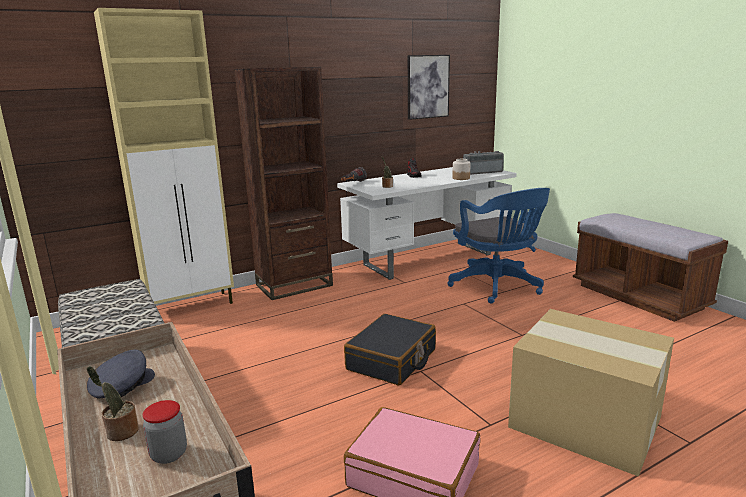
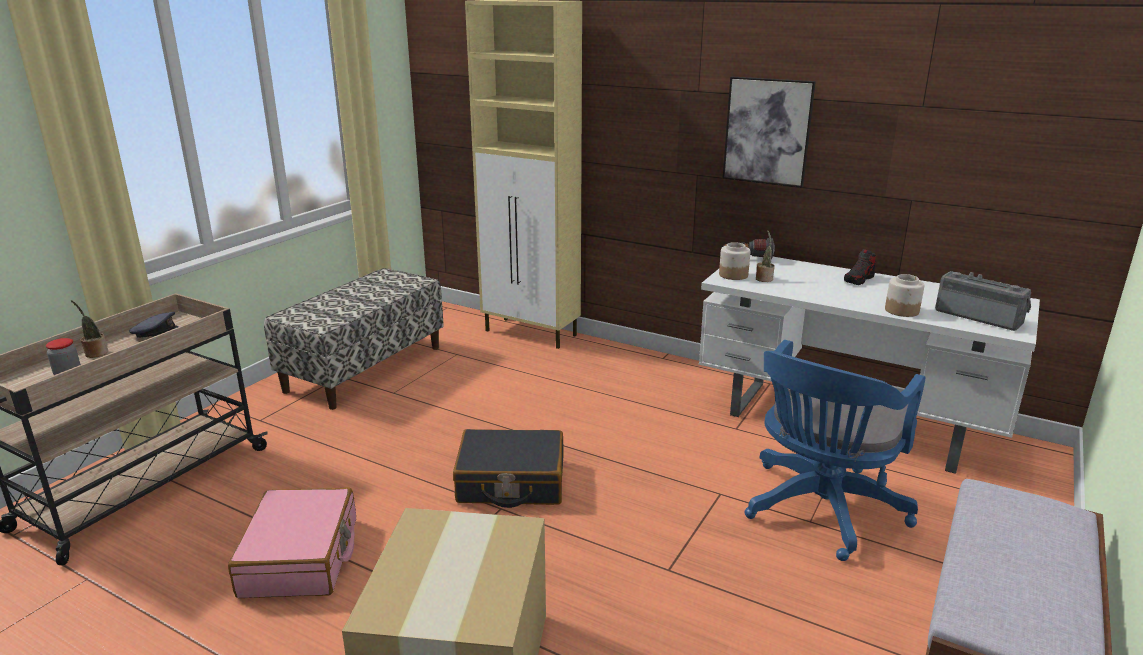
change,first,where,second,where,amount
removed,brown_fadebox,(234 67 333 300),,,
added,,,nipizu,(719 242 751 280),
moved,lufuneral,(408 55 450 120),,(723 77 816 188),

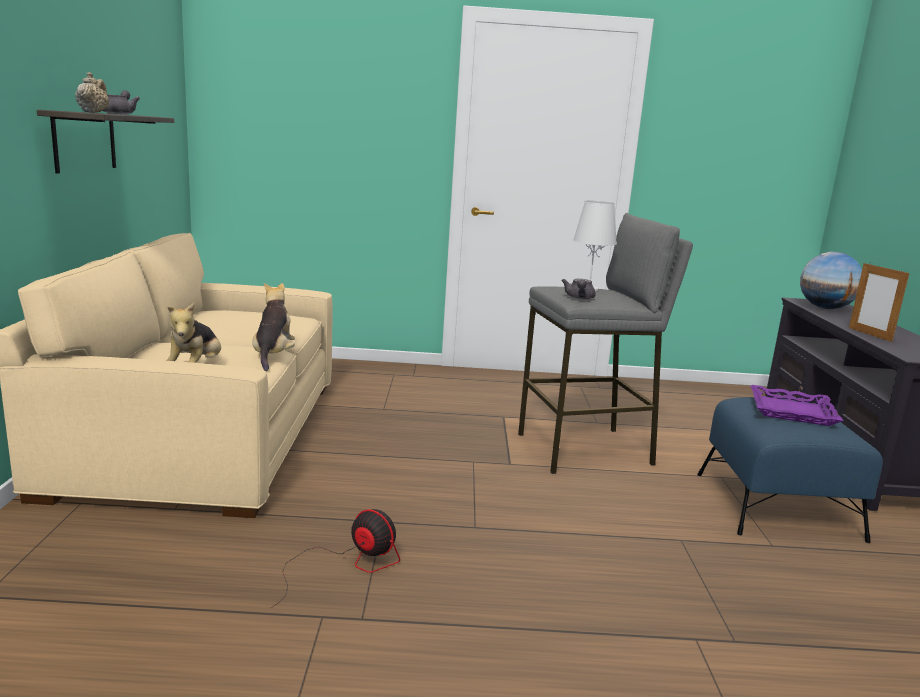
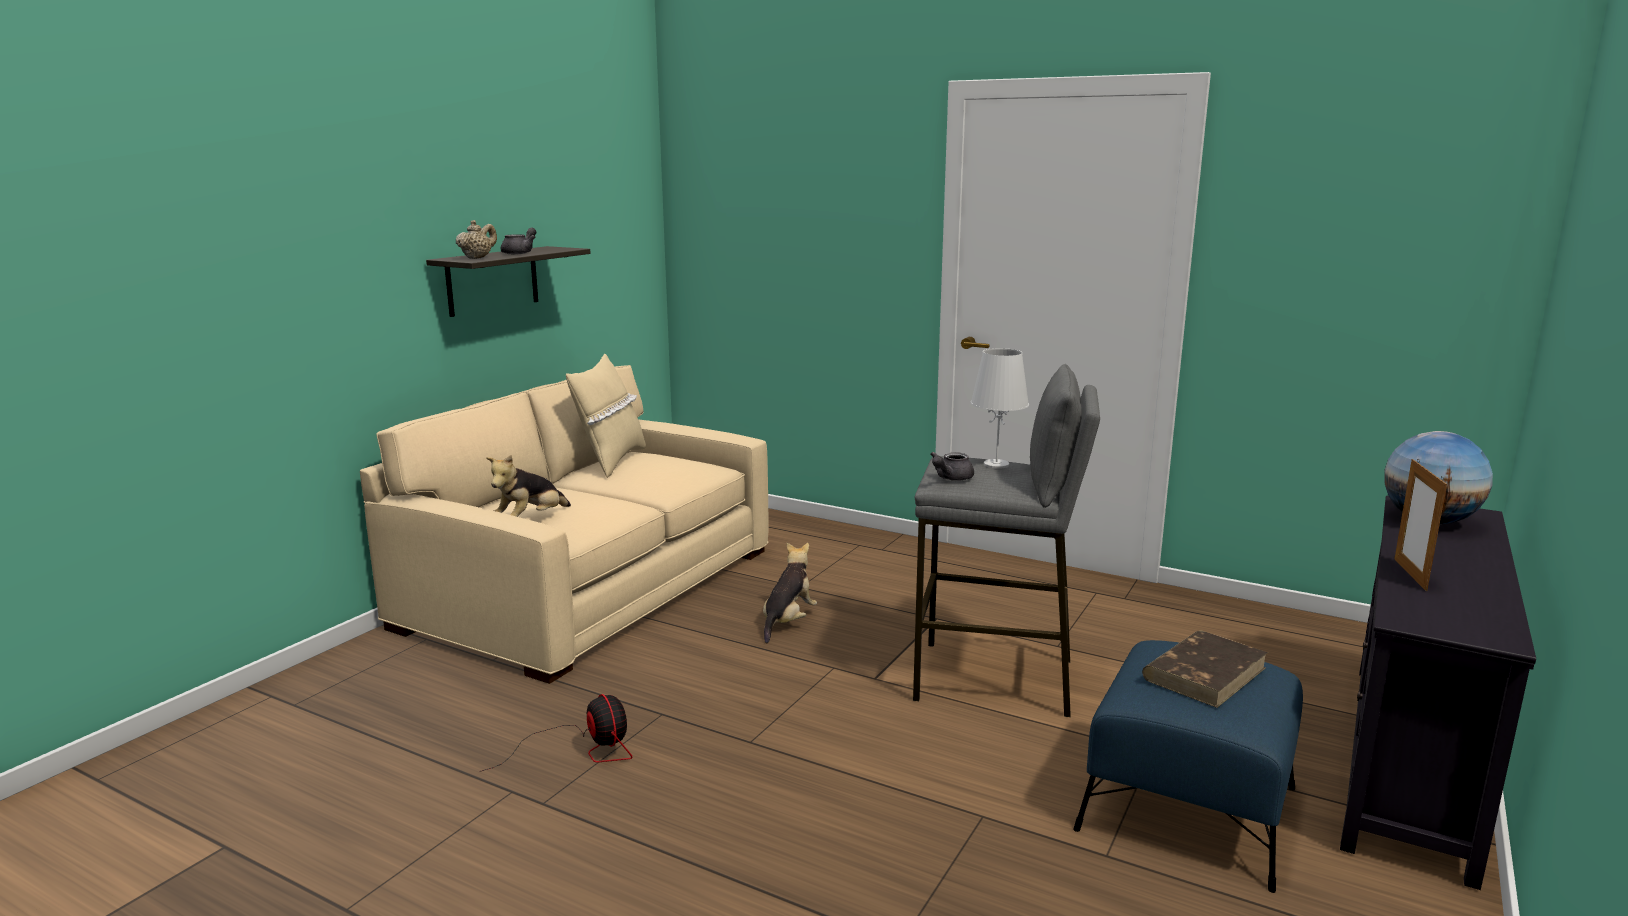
change,first,where,second,where,amount
added,,,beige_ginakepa,(566 354 646 478),
moved,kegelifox,(252 283 295 371),,(763 543 817 643),
replaced,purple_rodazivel,(750 385 843 426),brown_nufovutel,(1142 630 1268 708),

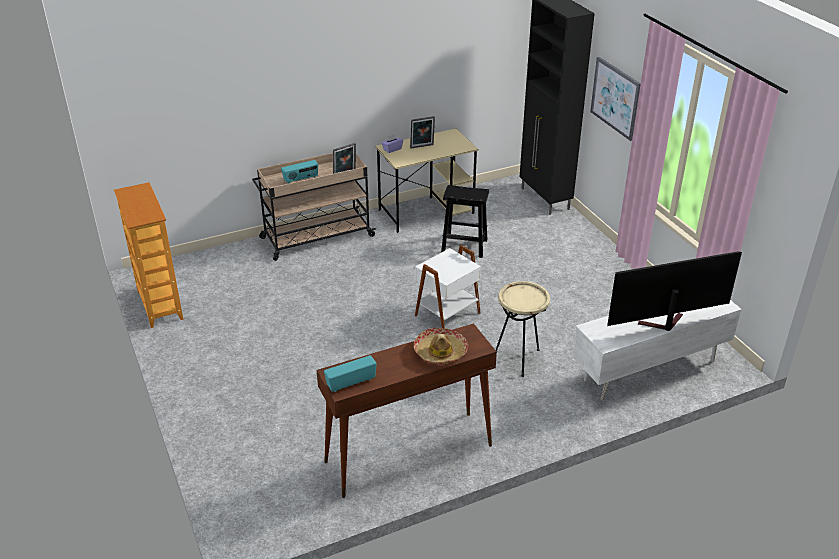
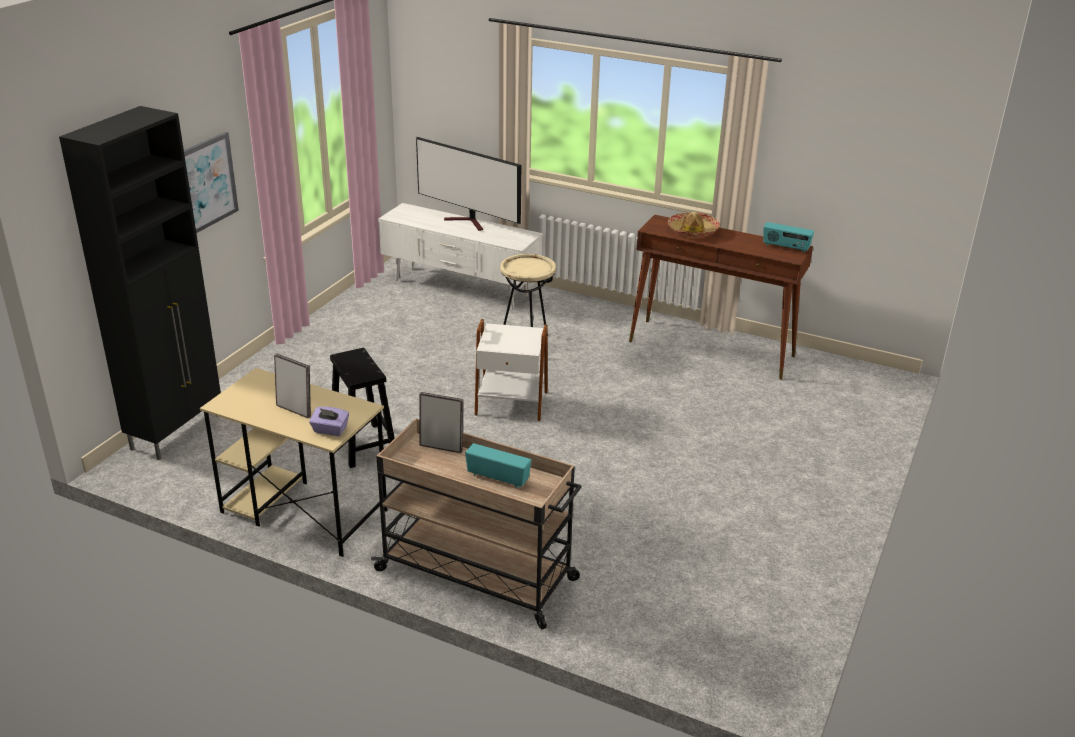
change,first,where,second,where,amount
removed,fadebox,(114 182 183 328),,,

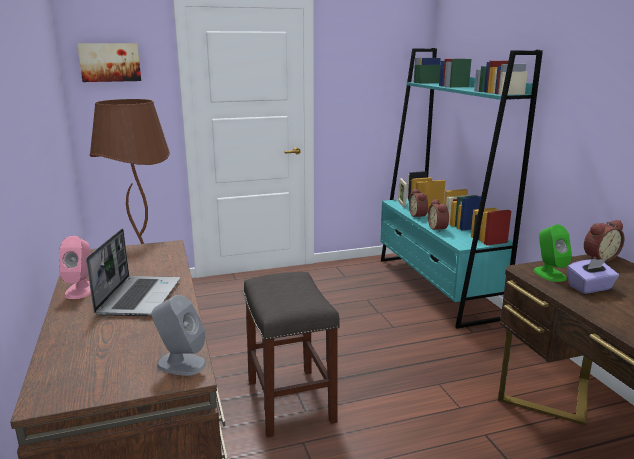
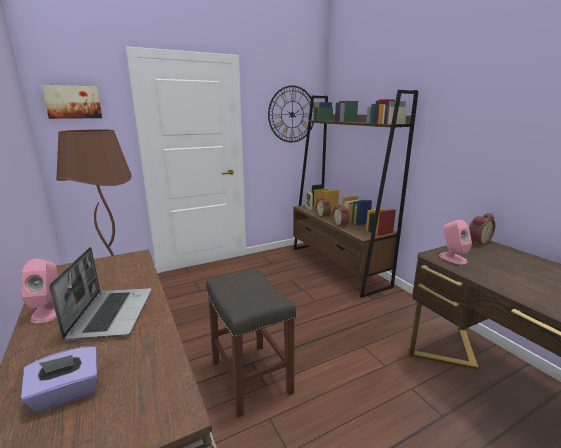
change,first,where,second,where,amount
removed,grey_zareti,(152 295 206 376),,,
added,,,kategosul,(268 85 314 143),
moved,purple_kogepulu,(567 259 619 294),,(21 346 98 413),
recoloured,turquoise_fadebox,(380 48 543 329),brown_fadebox,(293 90 419 298),
recoloured,green_zareti,(533 225 572 282),pink_zareti,(439 219 472 264),

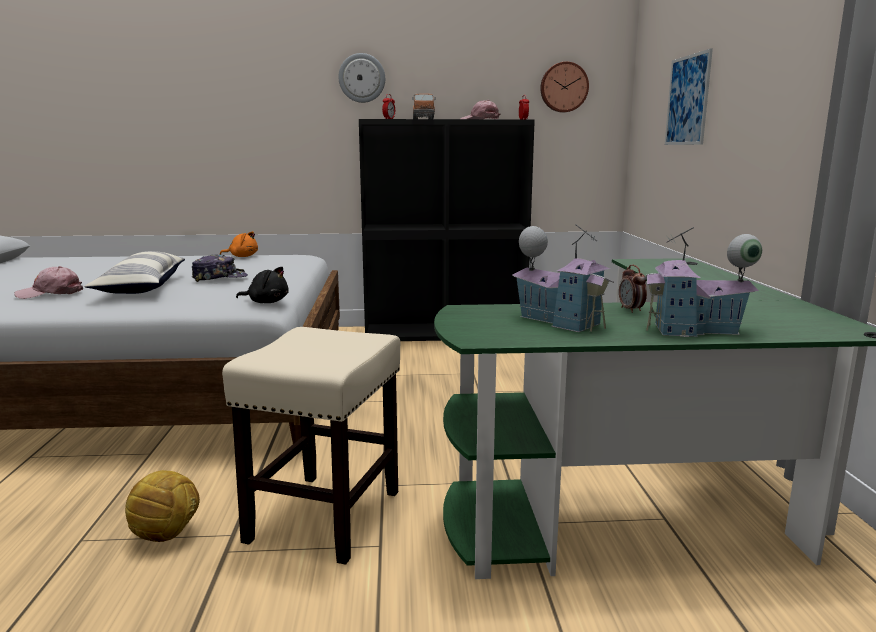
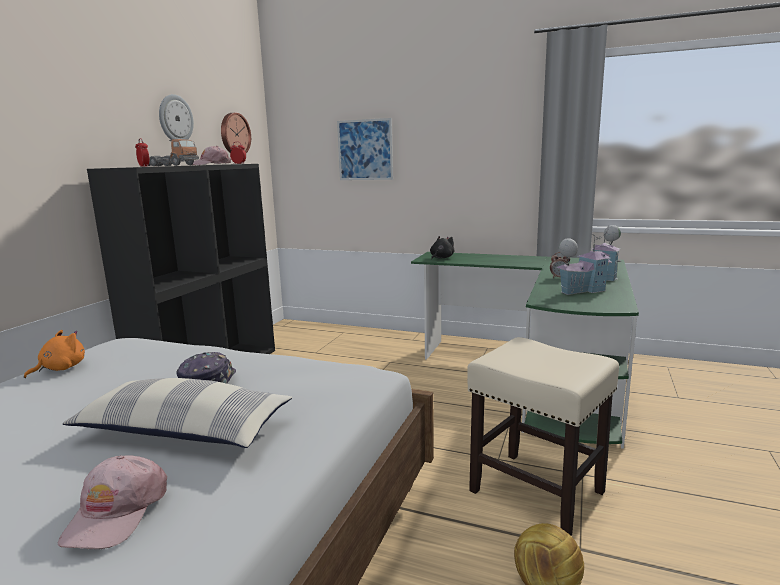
change,first,where,second,where,amount
moved,black_kegelifox,(236 267 289 303),,(430 236 455 259),
moved,kategosul,(338 53 385 103),,(159 94 194 140),

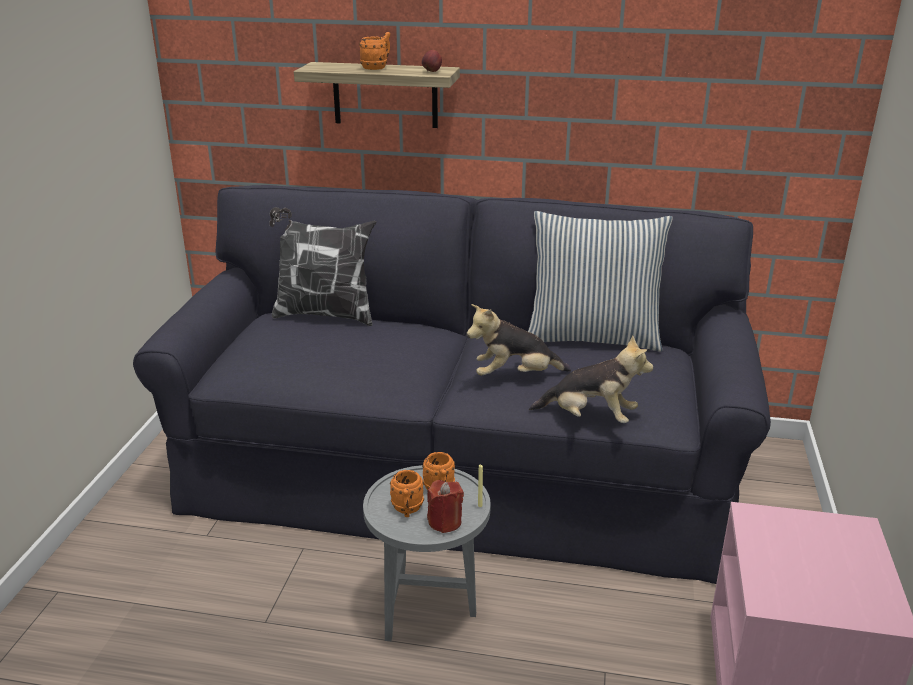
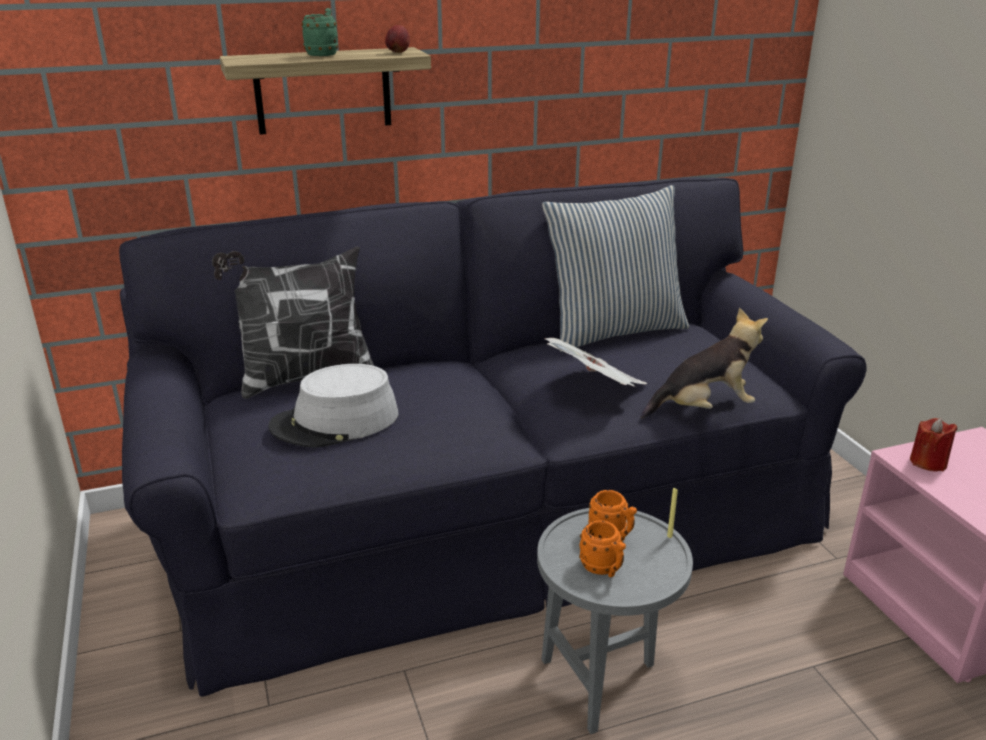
change,first,where,second,where,amount
added,,,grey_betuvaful,(268 364 398 448),
moved,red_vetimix,(427 480 464 533),,(910 418 957 471),
replaced,kegelifox,(467 304 571 376),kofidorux,(545 338 647 387),
recoloured,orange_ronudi,(359 32 390 70),green_ronudi,(302 8 338 56),

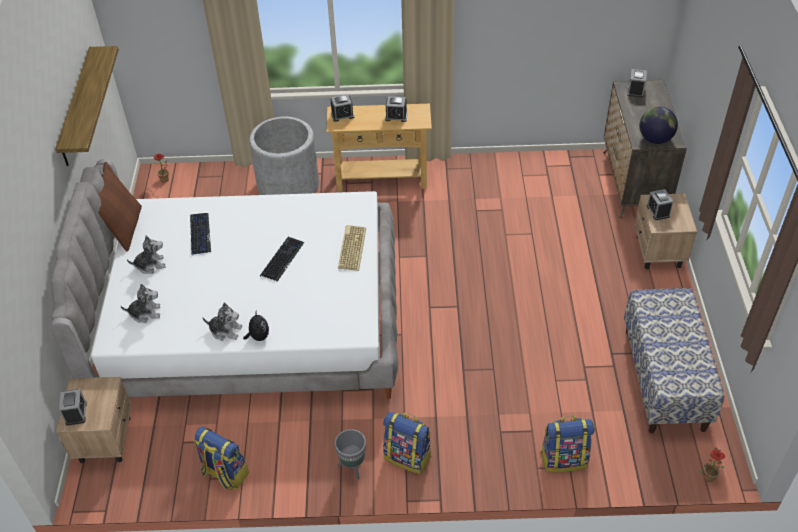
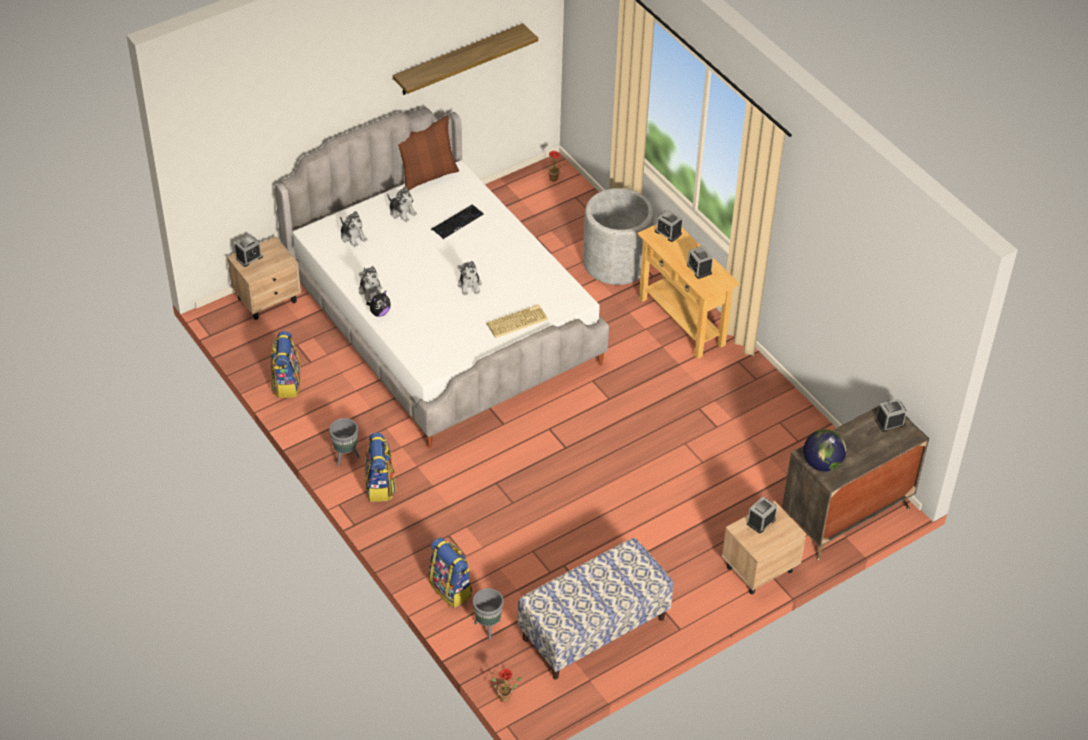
change,first,where,second,where,amount
added,,,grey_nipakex,(473 588 504 640),
replaced,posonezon,(260 237 304 282),kegelifox,(458 261 482 295),

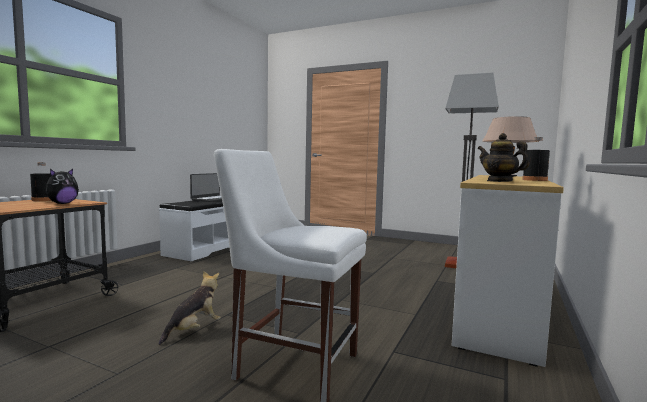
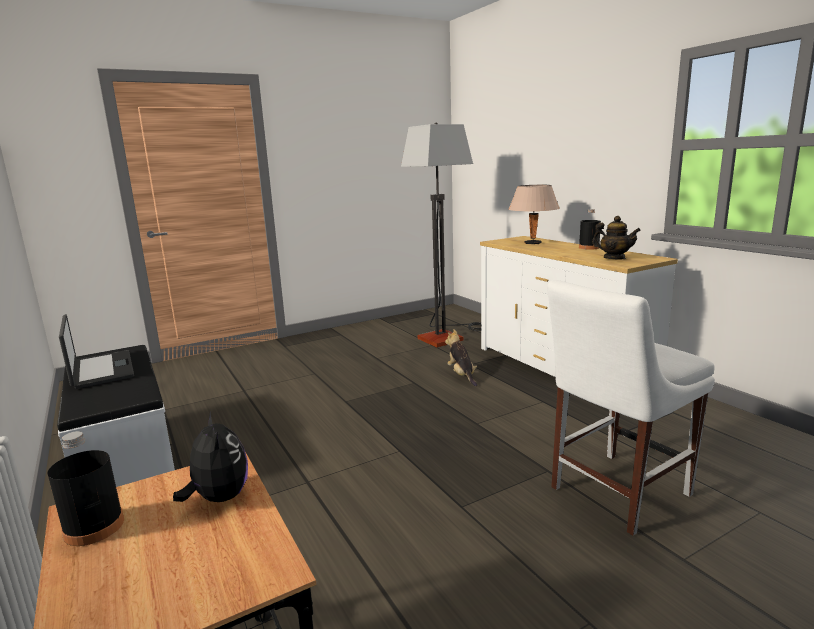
change,first,where,second,where,amount
moved,kegelifox,(159 271 221 345),,(445 330 477 387),
turned,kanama,(478 133 529 182),,(592 216 641 259),135 degrees counterclockwise

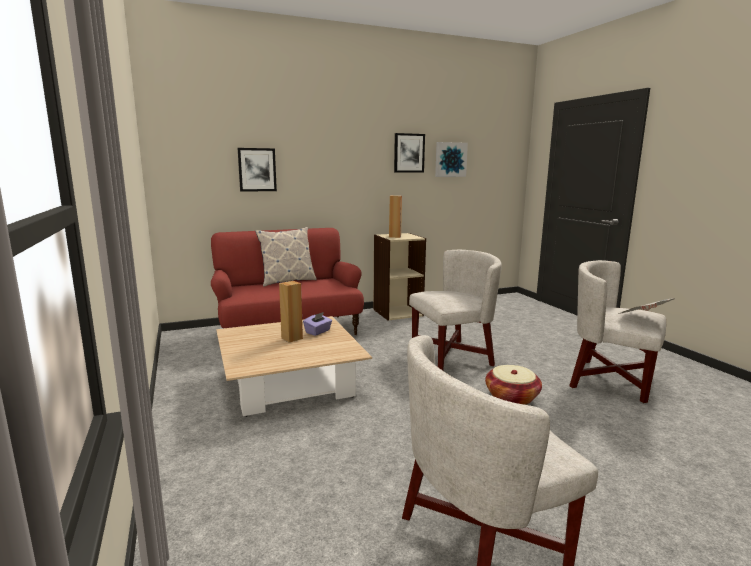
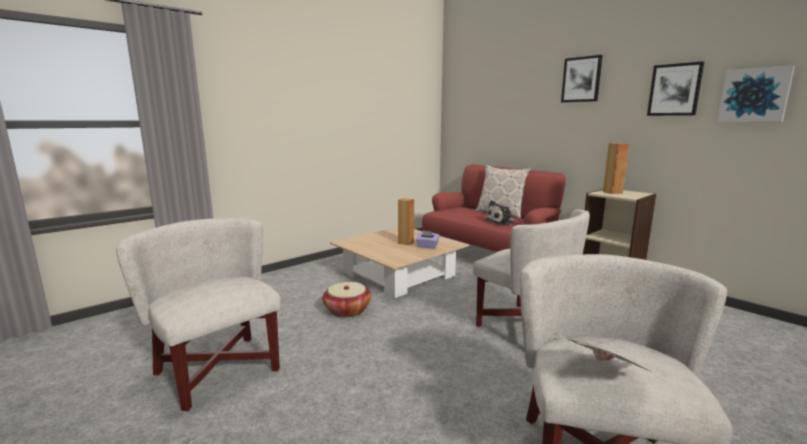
change,first,where,second,where,amount
added,,,kegelifox,(485 200 515 225),
moved,lufuneral,(238 148 277 192),,(561 55 603 102),
moved,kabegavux,(485 365 542 405),,(323 282 371 318),

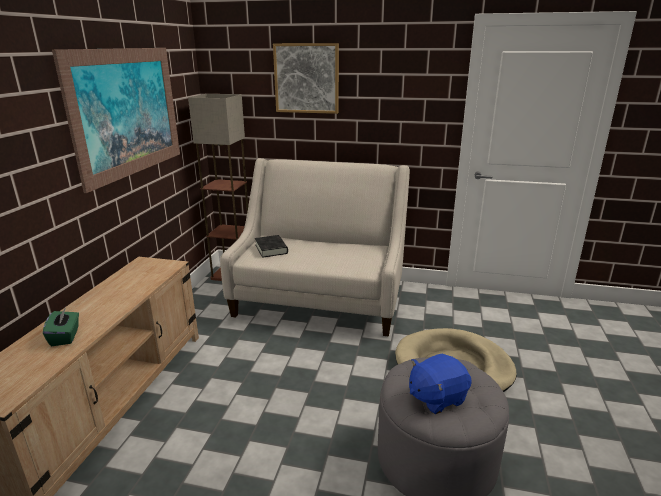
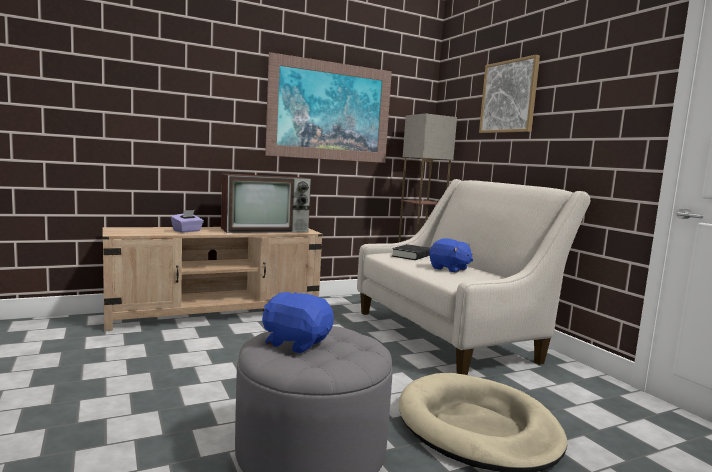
change,first,where,second,where,amount
added,,,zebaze,(221 174 311 233),
added,,,blue_kegelifox,(429 238 473 273),
recoloured,green_kogepulu,(43 307 79 346),purple_kogepulu,(171 210 204 232),

